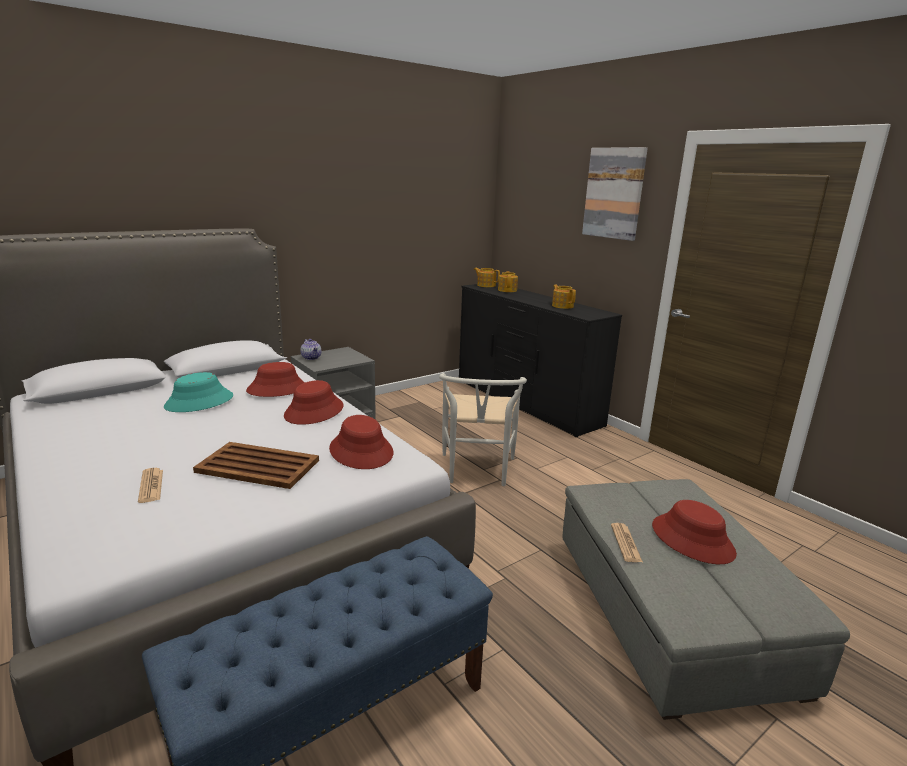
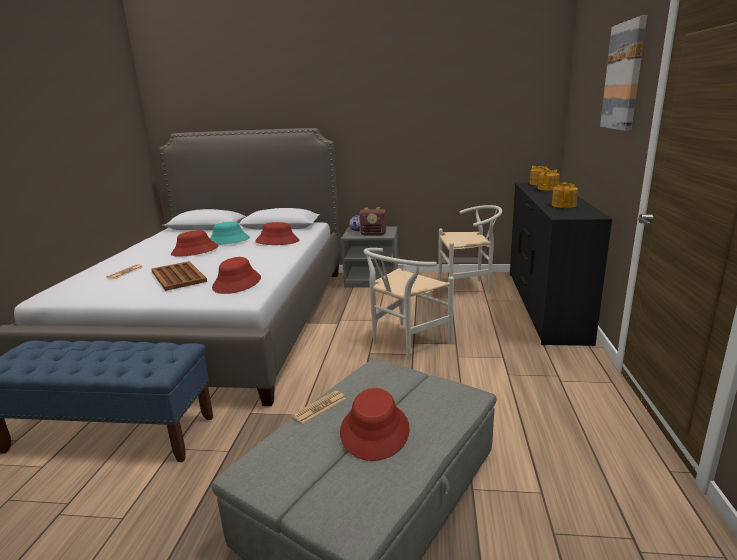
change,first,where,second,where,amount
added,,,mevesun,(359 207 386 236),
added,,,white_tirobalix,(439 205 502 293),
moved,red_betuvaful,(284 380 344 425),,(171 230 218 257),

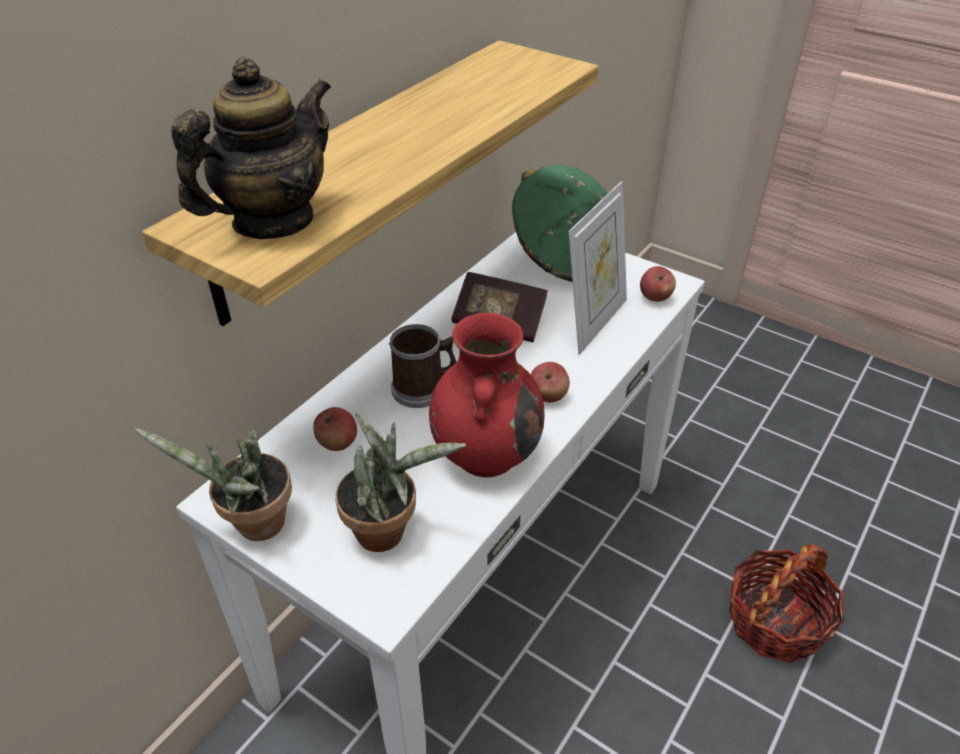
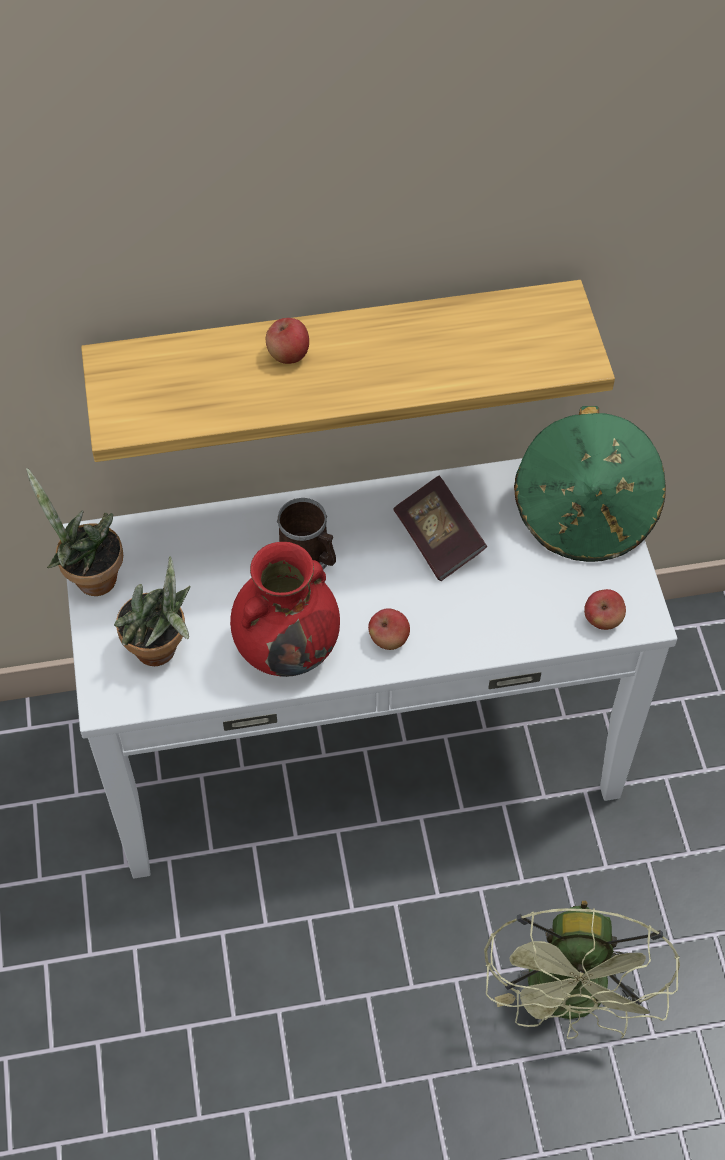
change,first,where,second,where,amount
removed,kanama,(171 57 331 239),,,
removed,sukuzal,(569 181 627 355),,,
moved,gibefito,(313 407 357 451),,(266 318 309 364),
replaced,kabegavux,(729 543 844 663),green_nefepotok,(484 900 680 1039),

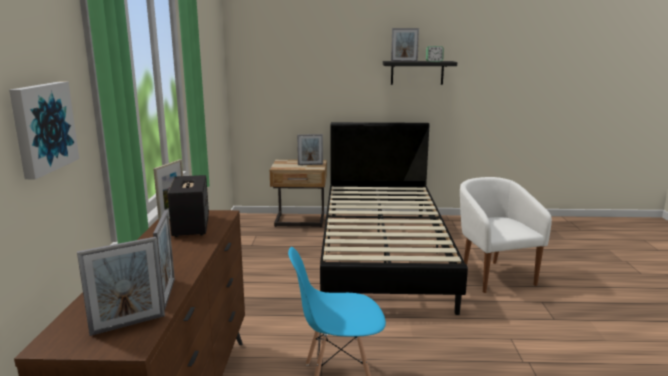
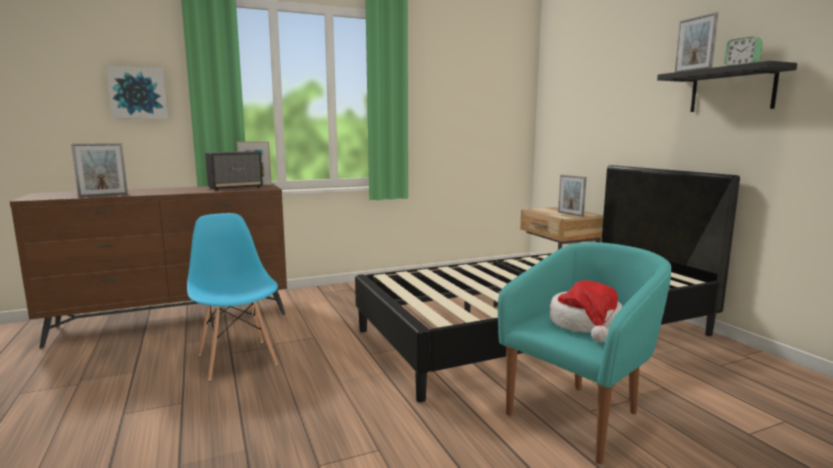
change,first,where,second,where,amount
removed,sukuzal,(77 237 165 336),,,
added,,,betuvaful,(550 280 622 343),
recoloured,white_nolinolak,(460 177 552 293),turquoise_nolinolak,(498 242 671 464),

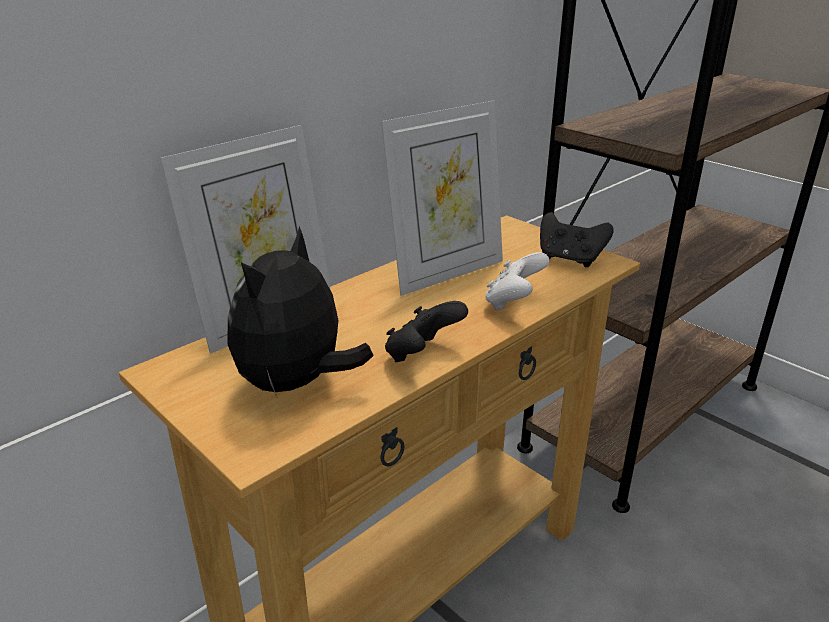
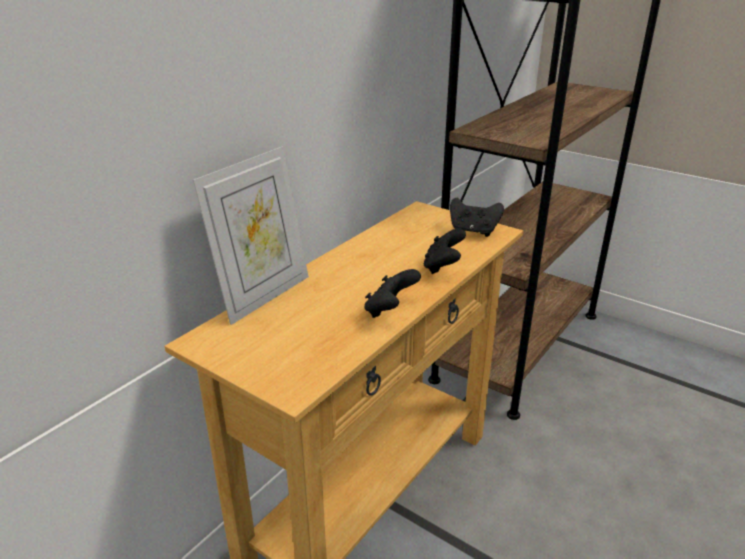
change,first,where,second,where,amount
removed,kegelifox,(227 226 374 397),,,
removed,sukuzal,(381 101 503 296),,,
recoloured,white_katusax,(485 252 549 311),black_katusax,(423 228 466 274),

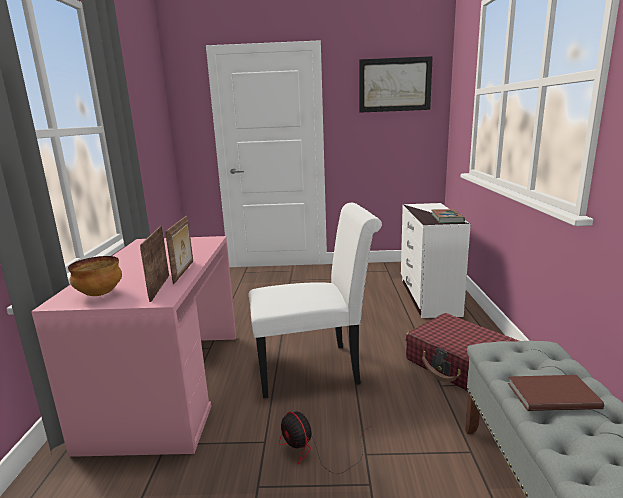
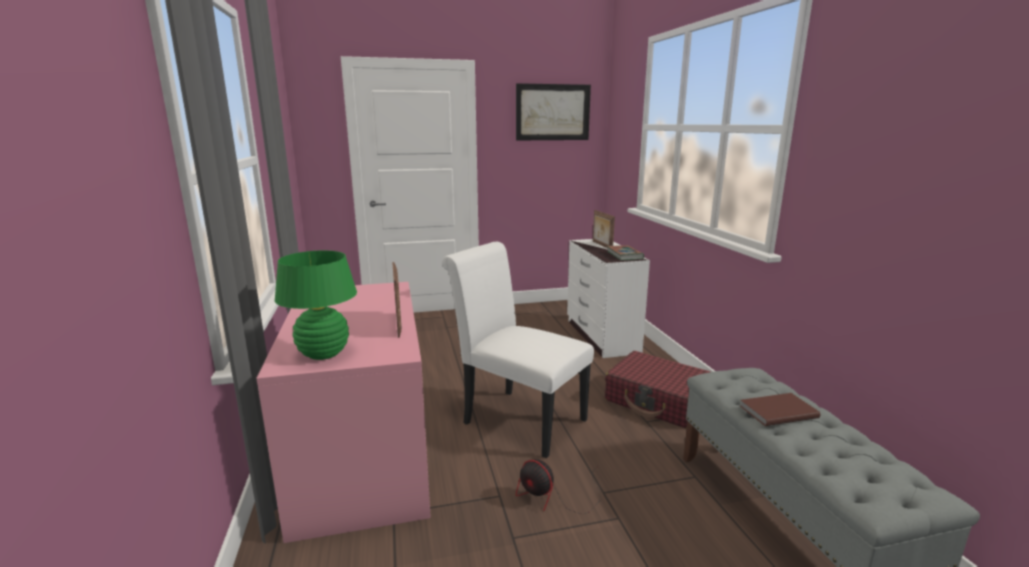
change,first,where,second,where,amount
moved,sukuzal,(140 226 169 302),,(593 210 615 248),
replaced,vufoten,(68 256 122 296),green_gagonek,(274 250 357 360),
turned,white_tirobalix,(249 203 382 399),,(442 242 594 458),120 degrees counterclockwise

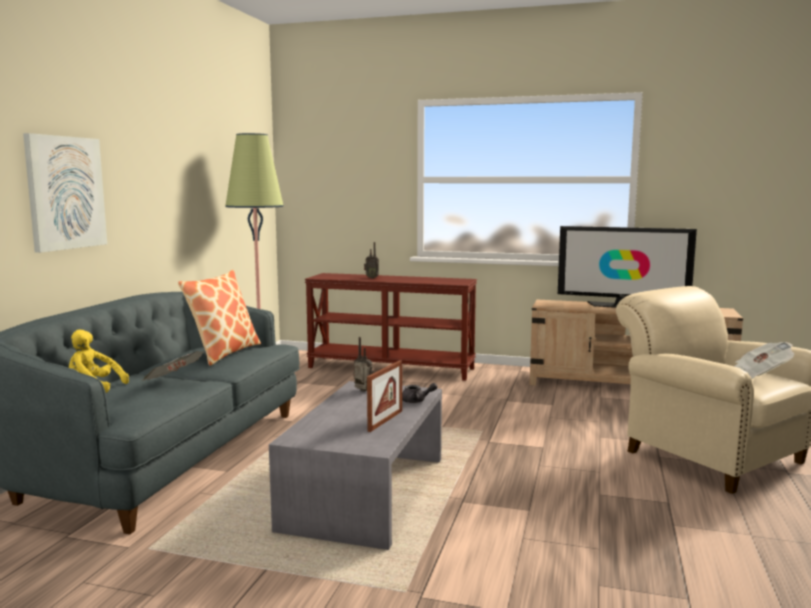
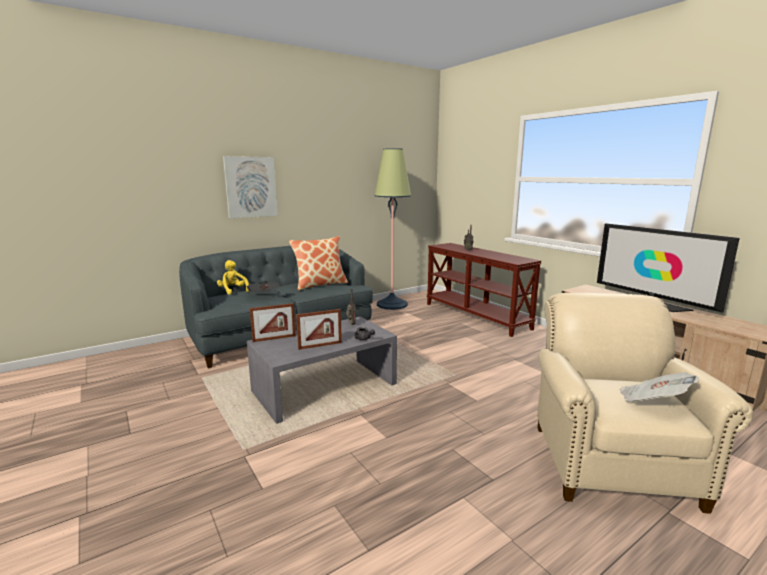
change,first,where,second,where,amount
added,,,sukuzal,(250 303 296 342),

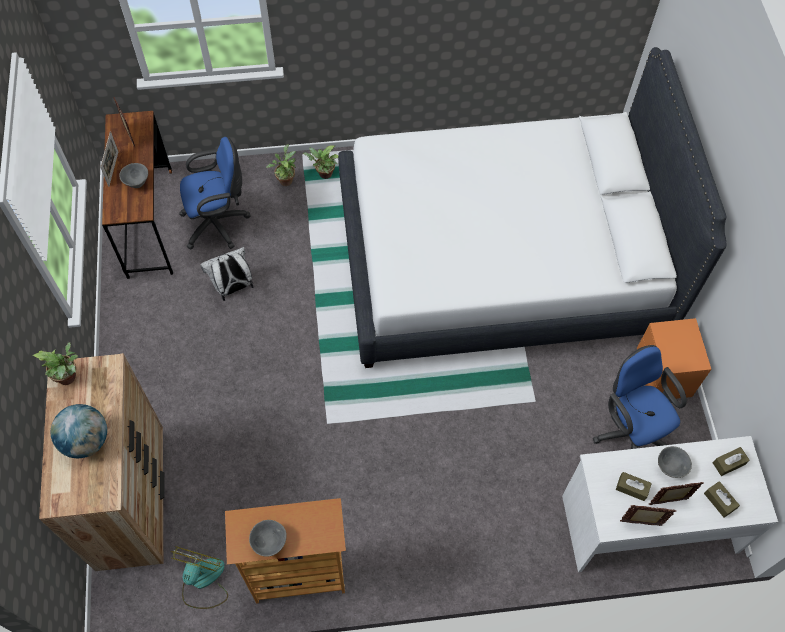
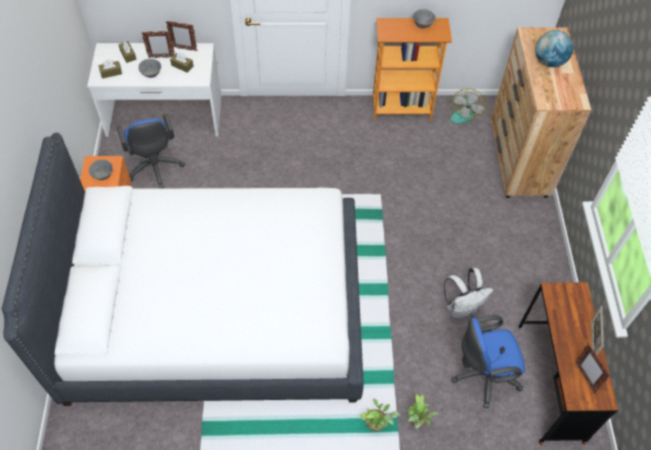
change,first,where,second,where,amount
removed,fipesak,(32 342 78 385),,,
moved,grey_vufoten,(119 163 148 188),,(89 159 113 180),

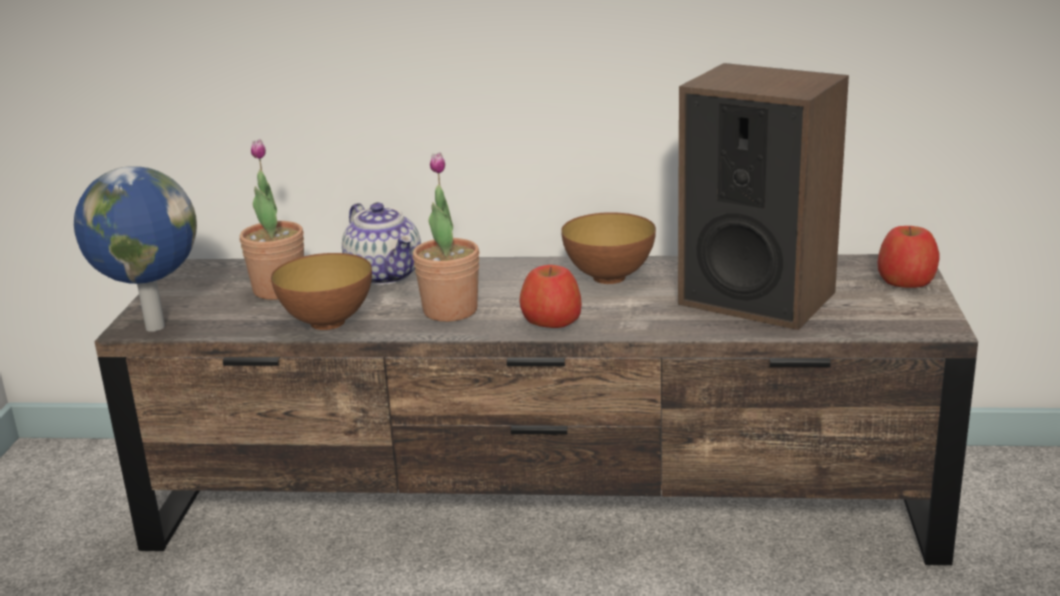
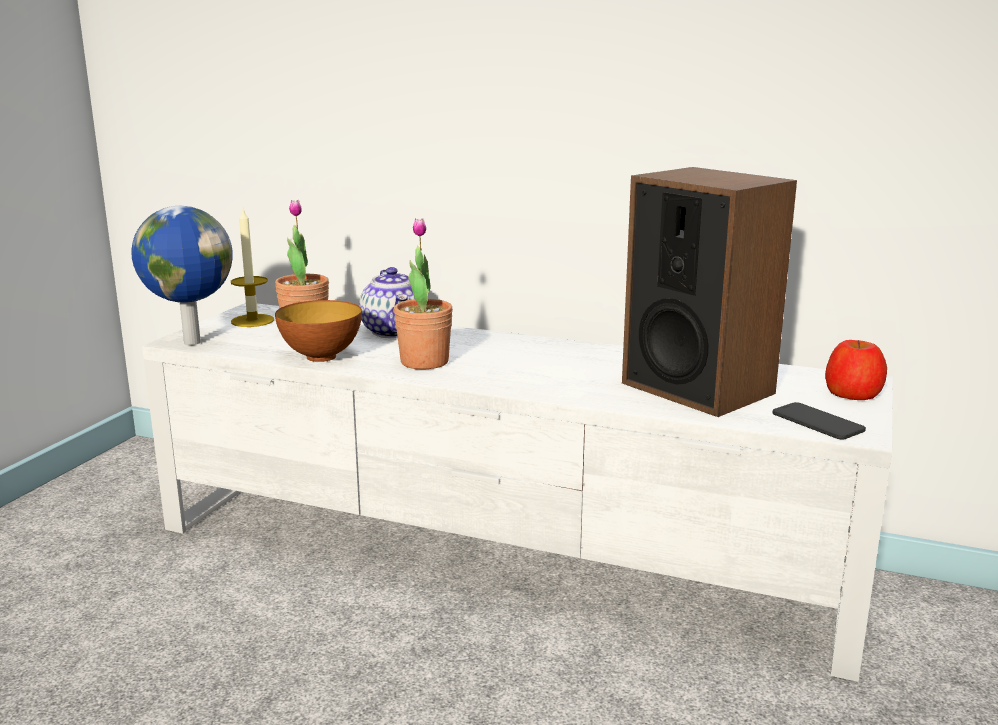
change,first,where,second,where,amount
removed,gibefito,(520 265 582 328),,,
removed,vufoten,(561 212 656 284),,,
added,,,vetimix,(231 209 274 327),
added,,,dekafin,(773 402 866 440),
recoloured,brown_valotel,(94 254 978 565),white_valotel,(142 303 893 682),

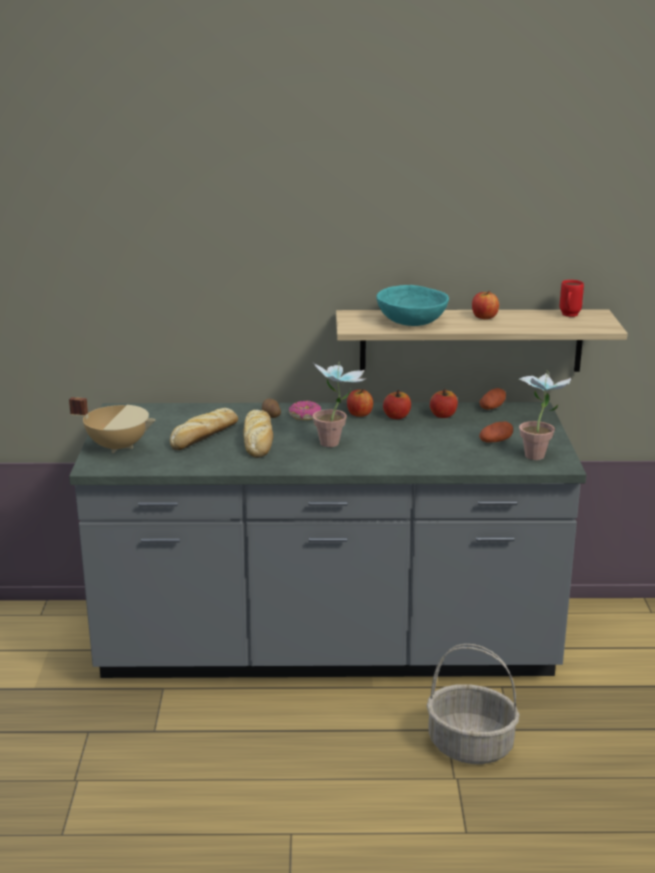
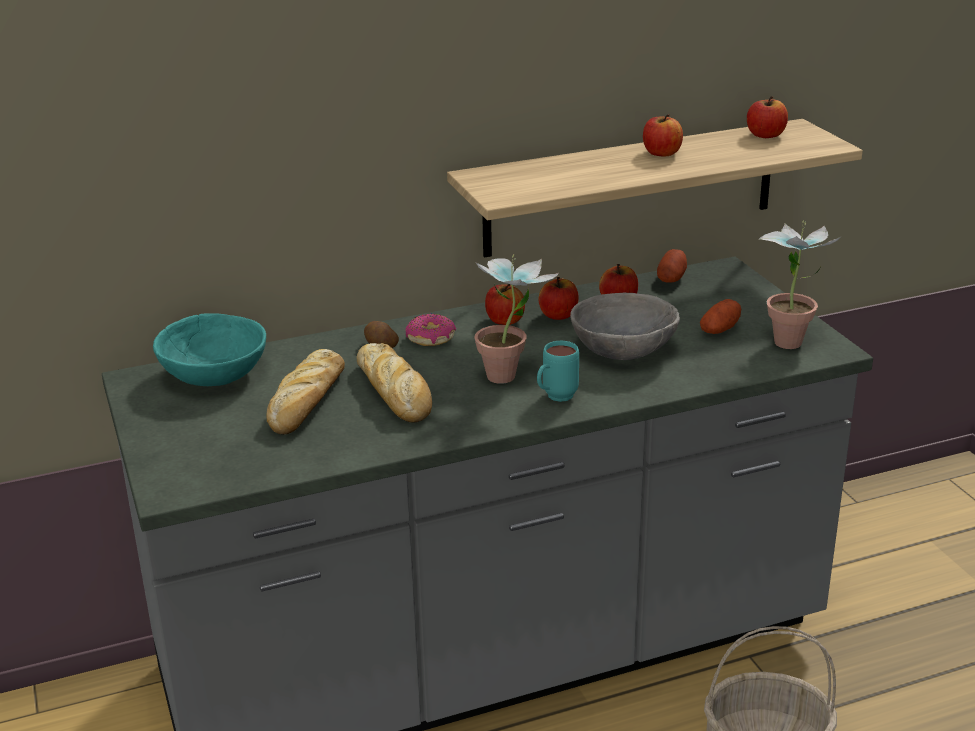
change,first,where,second,where,amount
removed,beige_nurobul,(69 397 155 453),,,
added,,,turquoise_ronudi,(537 341 579 402),
added,,,grey_vufoten,(570 293 680 360),
moved,turquoise_vufoten,(376 285 449 326),,(153 313 266 386),
replaced,red_ronudi,(560 280 584 317),gibefito,(747 96 788 138),

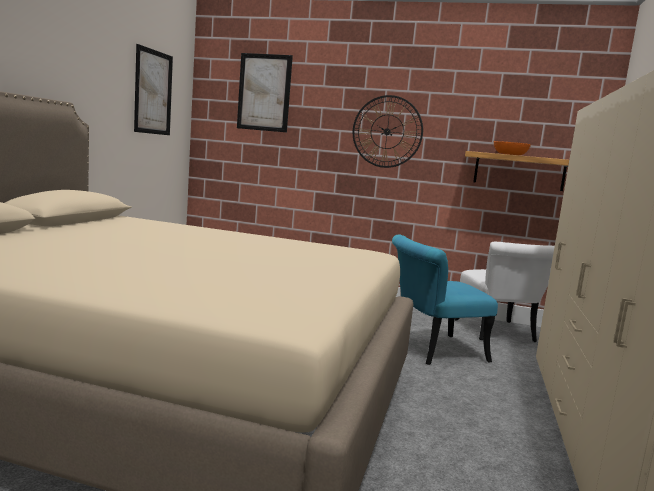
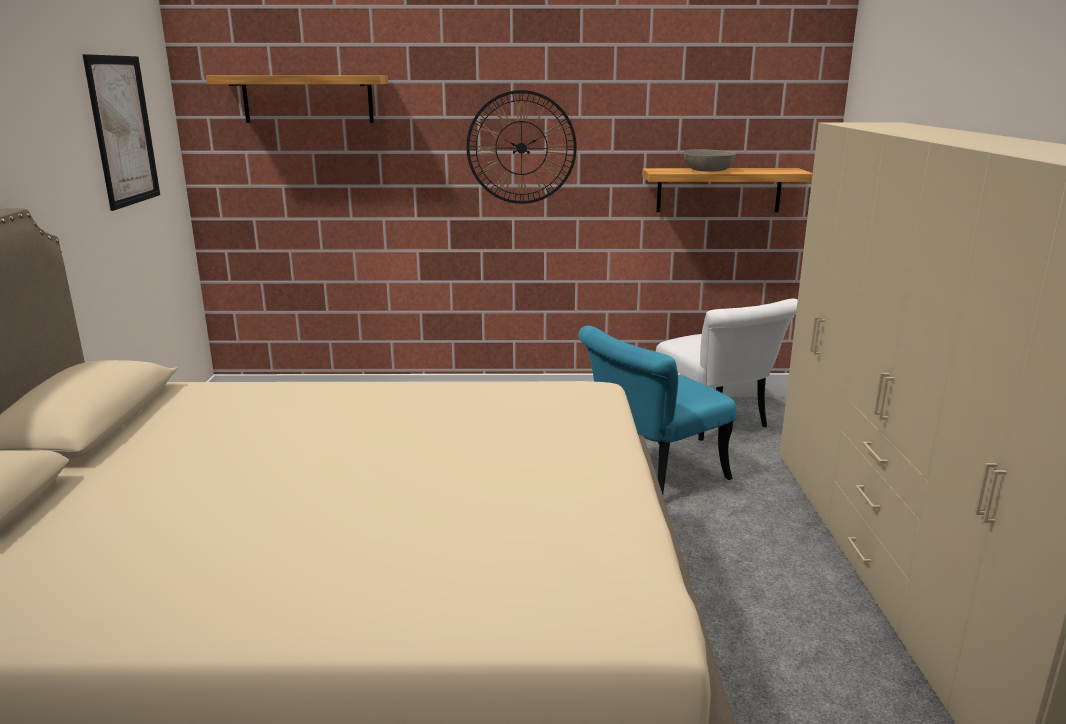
change,first,where,second,where,amount
replaced,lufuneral,(237 53 293 132),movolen,(206 75 388 123),
recoloured,orange_vufoten,(494 141 531 155),grey_vufoten,(683 149 736 172),

